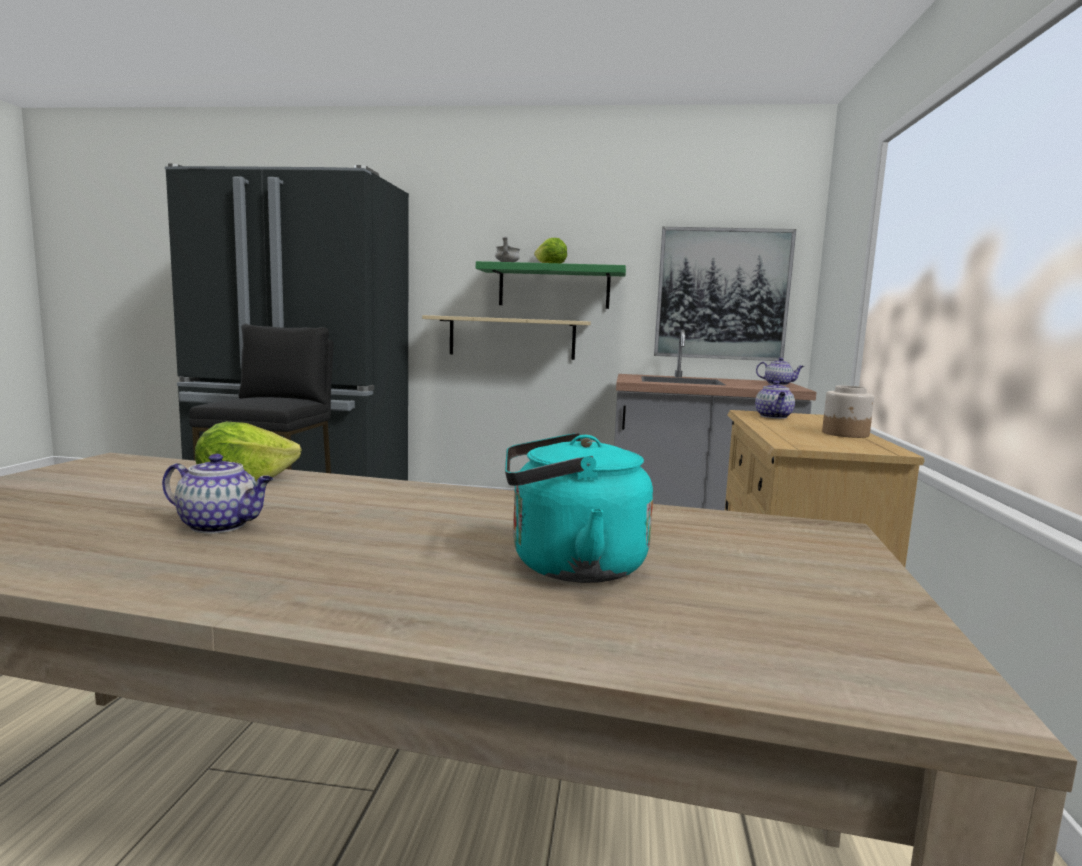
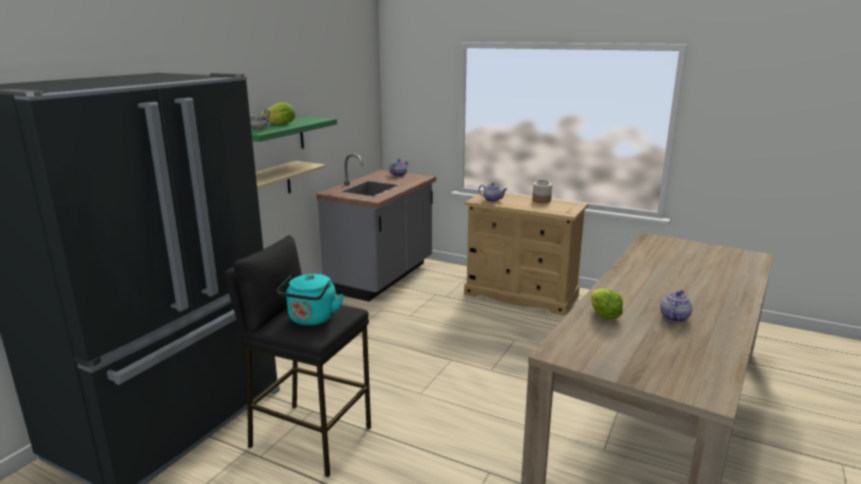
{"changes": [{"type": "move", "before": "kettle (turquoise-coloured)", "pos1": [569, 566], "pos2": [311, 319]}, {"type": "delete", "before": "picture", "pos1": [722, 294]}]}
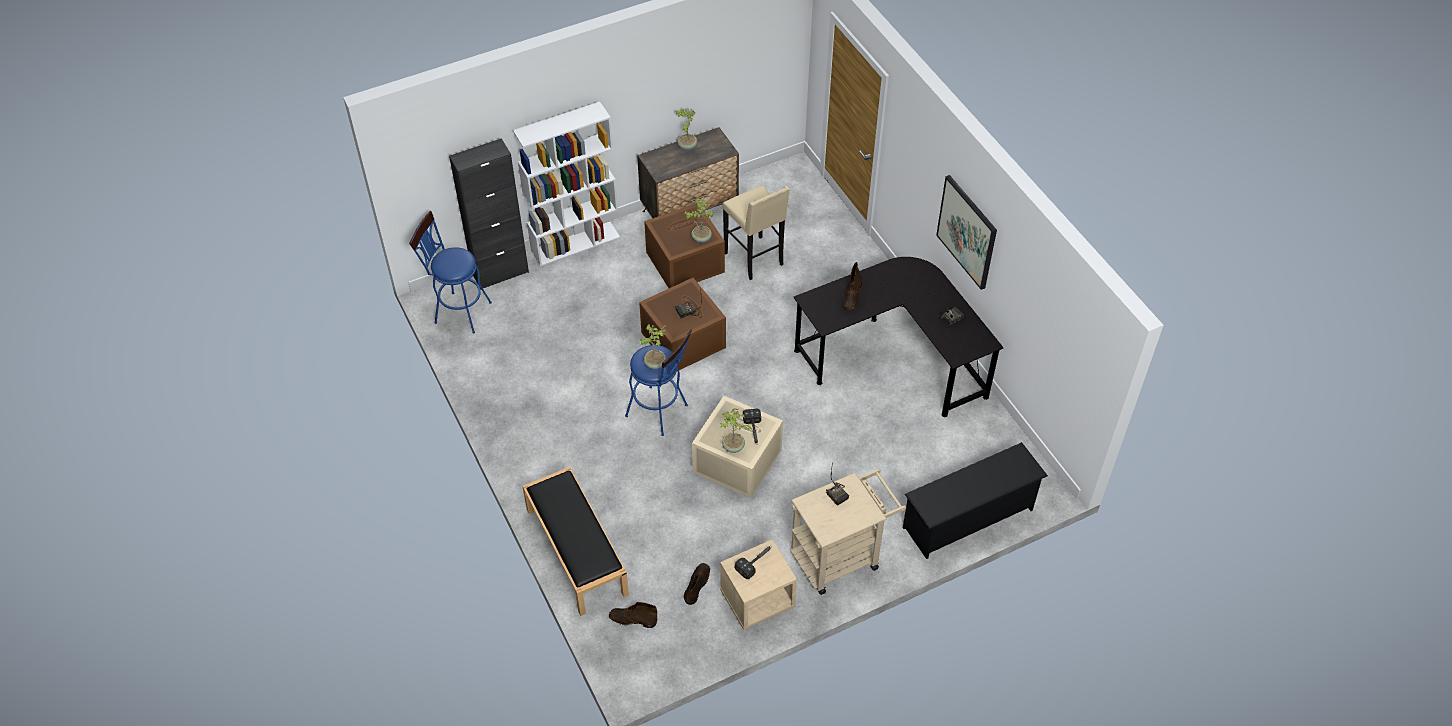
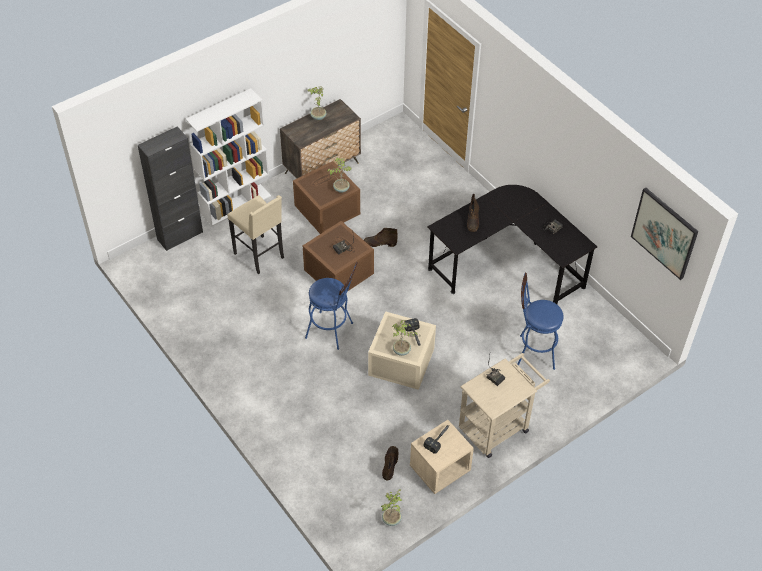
{"changes": [{"type": "move", "before": "stool (blue-coloured)", "pos1": [458, 311], "pos2": [532, 351]}, {"type": "delete", "before": "indoor bench (black-coloured)", "pos1": [575, 551]}, {"type": "move", "before": "tall boot (brownish)", "pos1": [632, 619], "pos2": [379, 243]}, {"type": "move", "before": "houseplant", "pos1": [655, 364], "pos2": [392, 520]}, {"type": "move", "before": "stool (beige)", "pos1": [755, 259], "pos2": [260, 256]}, {"type": "delete", "before": "shoe stand (black-coloured)", "pos1": [968, 518]}, {"type": "move", "before": "picture", "pos1": [967, 231], "pos2": [664, 233]}]}
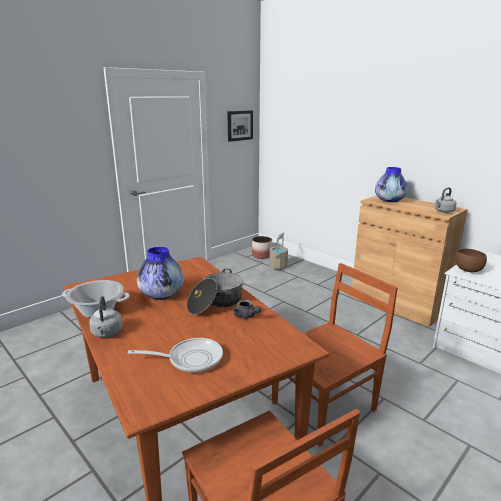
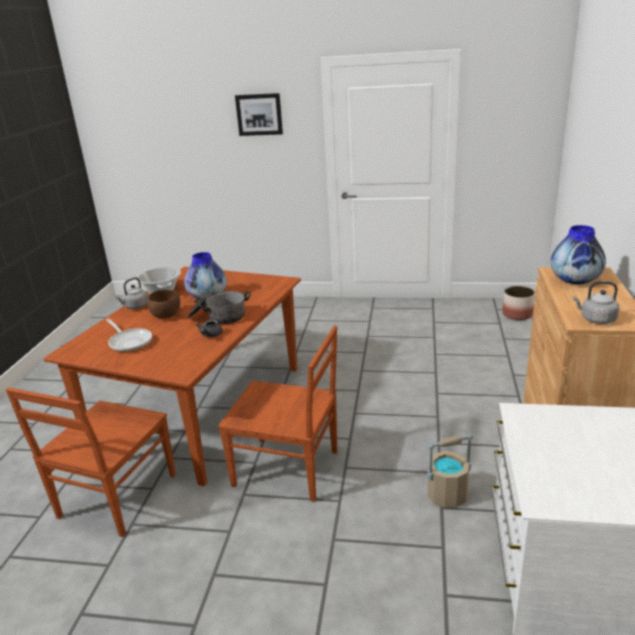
{"changes": [{"type": "move", "before": "picture", "pos1": [239, 125], "pos2": [259, 114]}, {"type": "move", "before": "water bucket (beige)", "pos1": [278, 266], "pos2": [446, 495]}, {"type": "move", "before": "serving bowl (brownish)", "pos1": [468, 270], "pos2": [167, 315]}]}
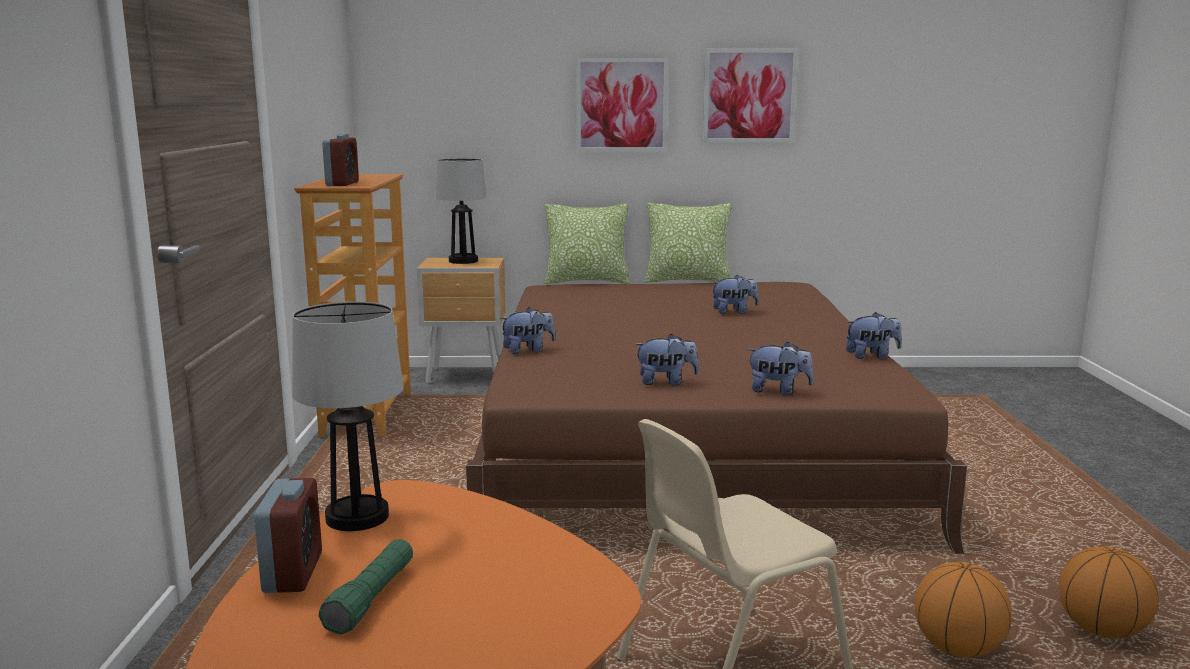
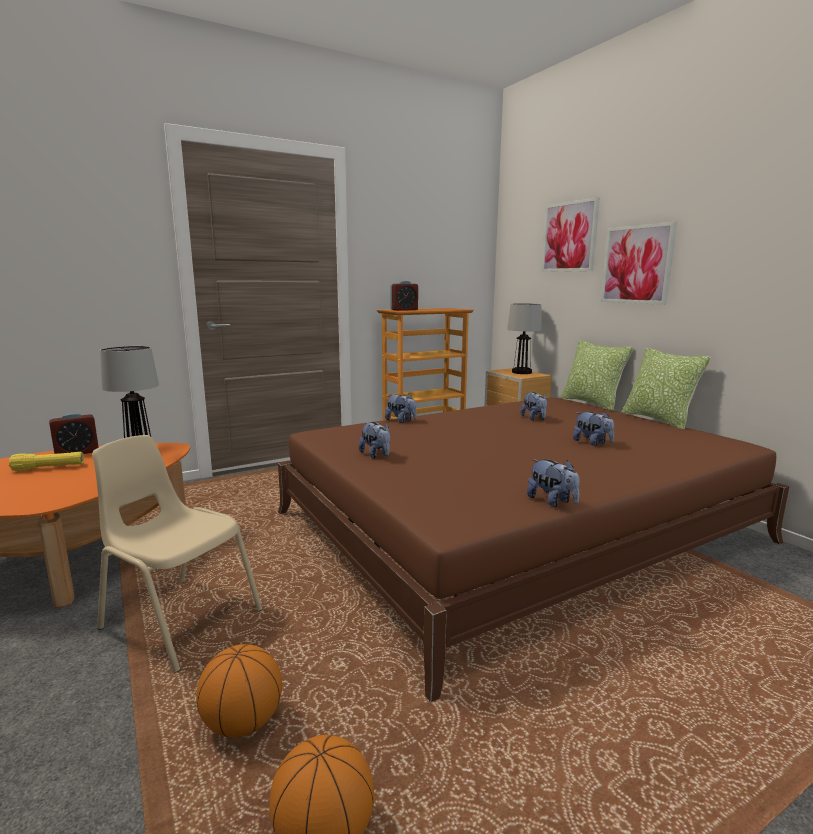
{"changes": [{"type": "recolor", "before": "hand torch (green)", "after": "hand torch (yellow-coloured)", "pos1": [371, 598], "pos2": [49, 468]}, {"type": "move", "before": "picture", "pos1": [749, 96], "pos2": [569, 237]}, {"type": "move", "before": "cuddly toy", "pos1": [778, 391], "pos2": [534, 418]}]}
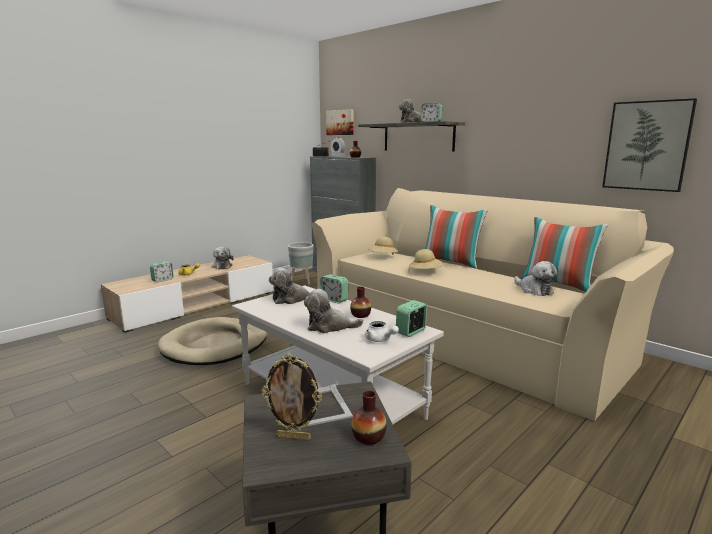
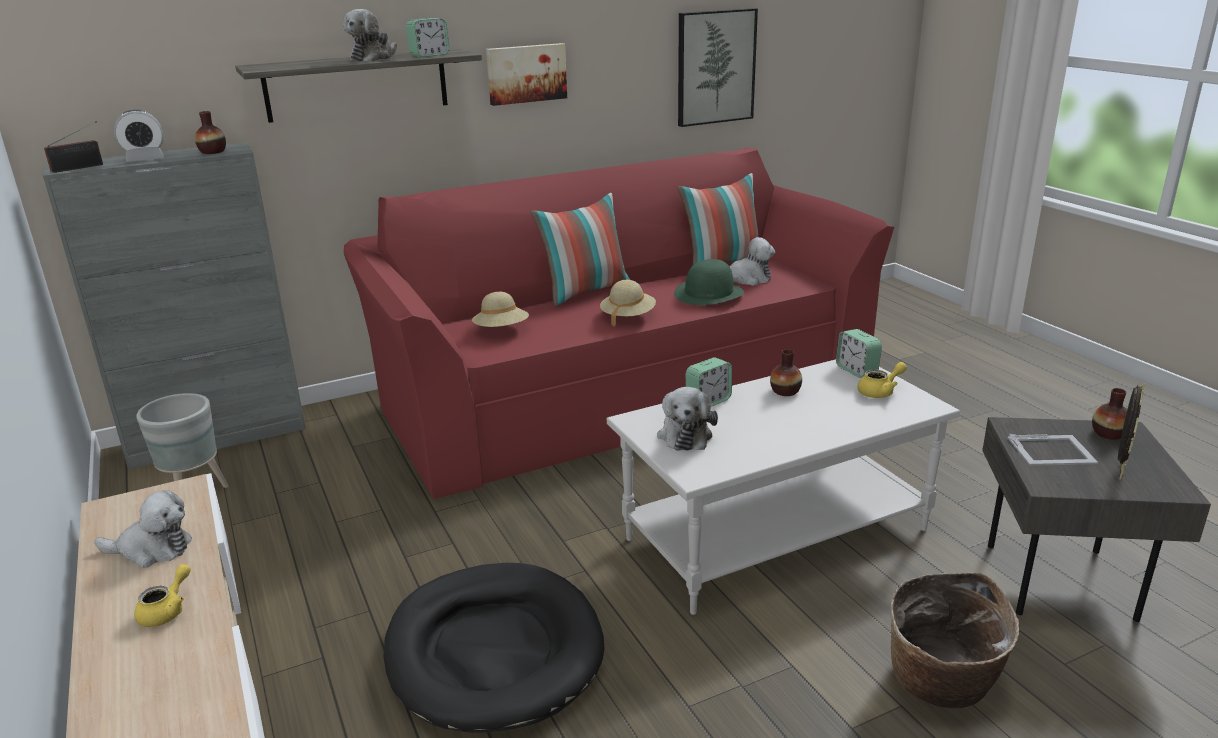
{"changes": [{"type": "delete", "before": "table clock", "pos1": [162, 280]}, {"type": "recolor", "before": "dog bed (beige)", "after": "dog bed (black-coloured)", "pos1": [215, 345], "pos2": [494, 650]}, {"type": "delete", "before": "cuddly toy", "pos1": [329, 326]}, {"type": "recolor", "before": "sofa (beige)", "after": "sofa (red-coloured)", "pos1": [466, 333], "pos2": [619, 387]}, {"type": "move", "before": "picture", "pos1": [340, 122], "pos2": [526, 73]}, {"type": "recolor", "before": "pot for tea (white)", "after": "pot for tea (yellow-coloured)", "pos1": [380, 340], "pos2": [880, 392]}, {"type": "insert", "after": "wearable hat (green)", "pos2": [709, 293]}, {"type": "insert", "after": "basket", "pos2": [941, 685]}]}
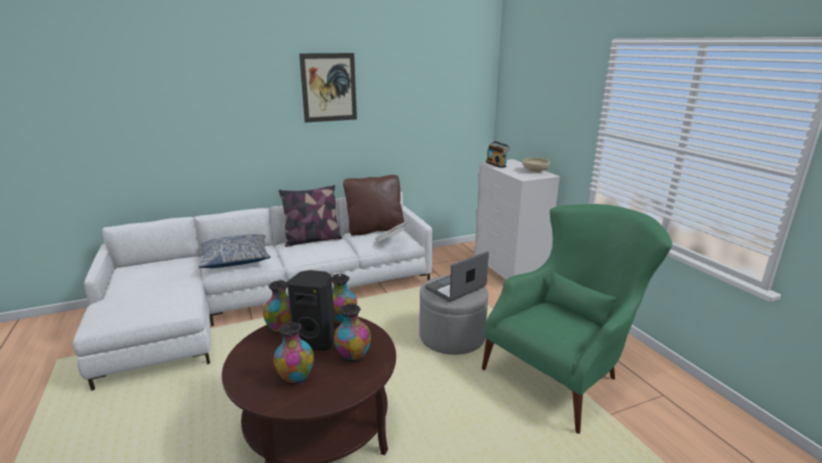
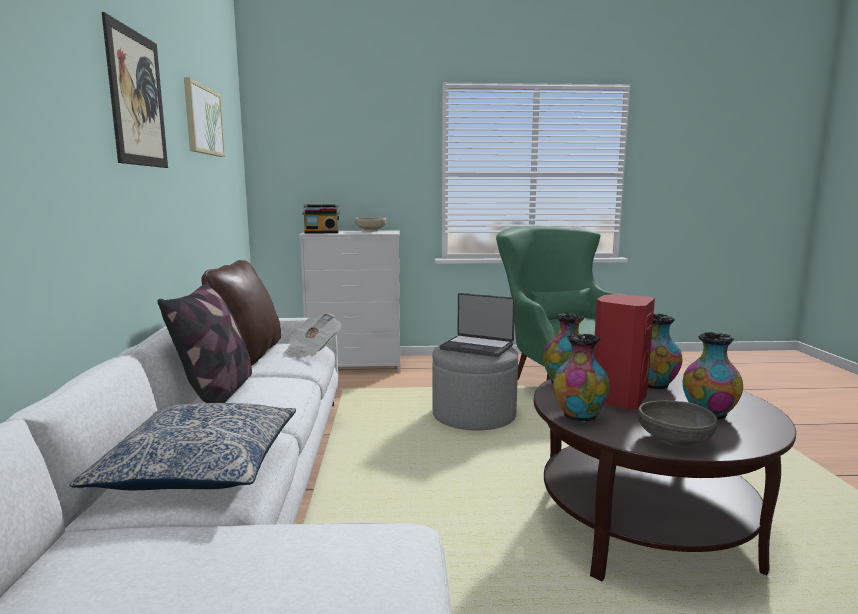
{"changes": [{"type": "recolor", "before": "speaker (black-coloured)", "after": "speaker (red-coloured)", "pos1": [316, 341], "pos2": [617, 399]}, {"type": "rotate", "before": "laptop", "pos1": [456, 288], "pos2": [477, 347], "turn": -45}, {"type": "insert", "after": "picture", "pos2": [203, 120]}, {"type": "insert", "after": "serving bowl (gray)", "pos2": [674, 440]}]}
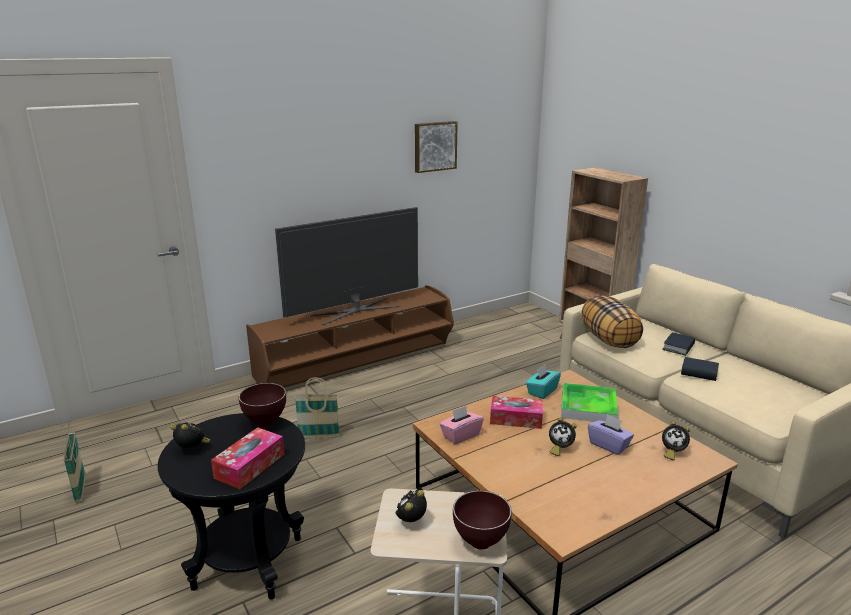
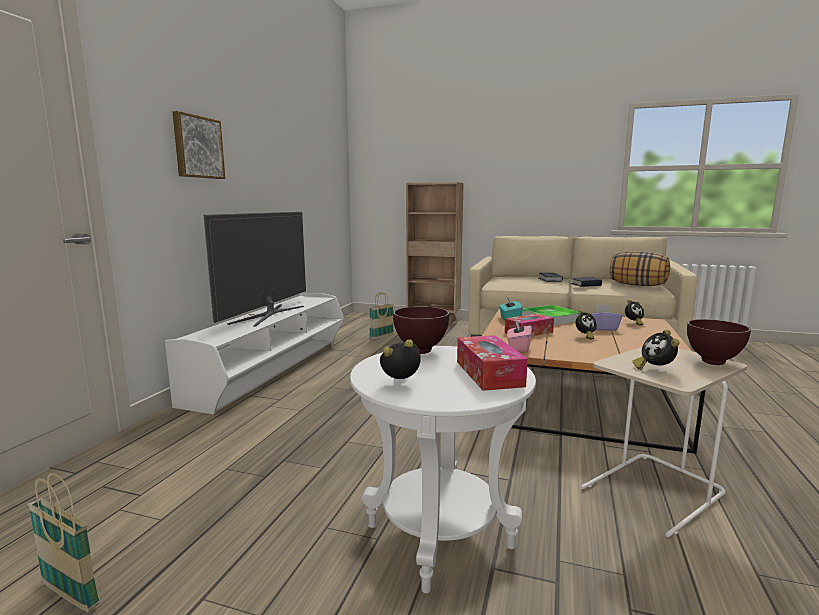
{"changes": [{"type": "recolor", "before": "side table (black-coloured)", "after": "side table (white)", "pos1": [248, 563], "pos2": [439, 537]}, {"type": "recolor", "before": "media console (brownish)", "after": "media console (white)", "pos1": [357, 361], "pos2": [274, 370]}, {"type": "move", "before": "basket", "pos1": [319, 436], "pos2": [381, 337]}, {"type": "move", "before": "picture", "pos1": [434, 146], "pos2": [197, 147]}, {"type": "move", "before": "pillow", "pos1": [609, 340], "pos2": [637, 285]}]}
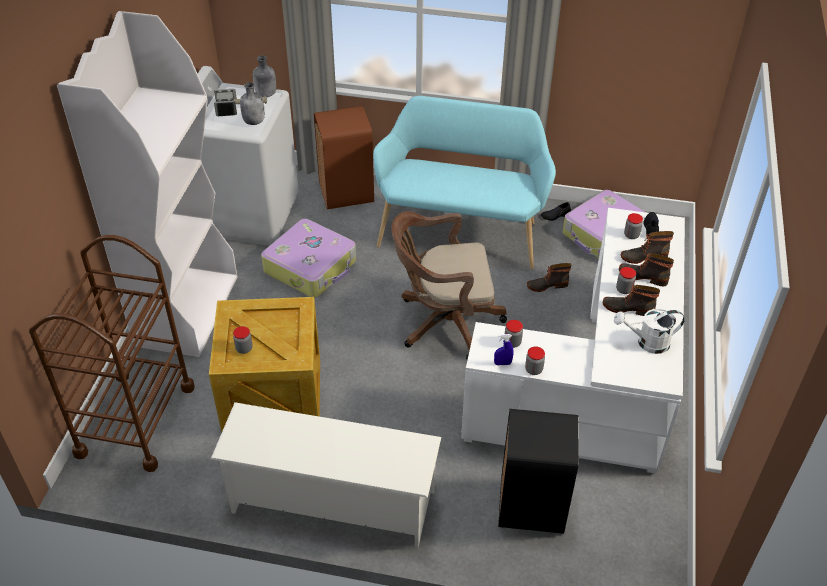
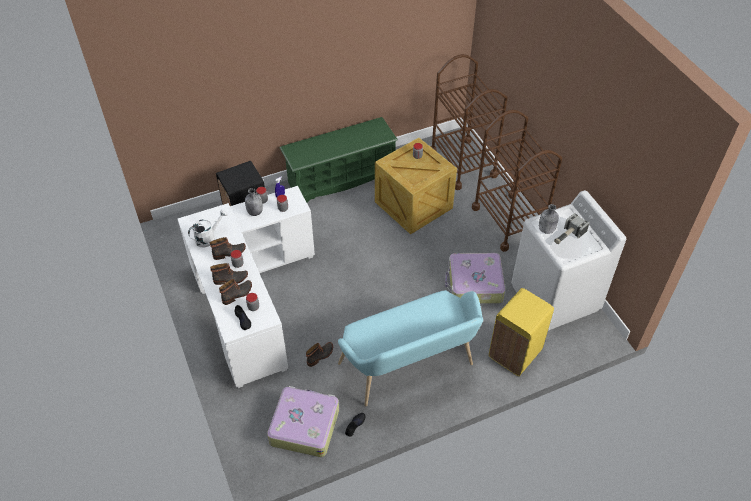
{"changes": [{"type": "replace", "before": "bookcase (white)", "after": "wheeled cart (brownish)", "pos1": [187, 310], "pos2": [508, 221]}, {"type": "recolor", "before": "shoe stand (white)", "after": "shoe stand (green)", "pos1": [331, 502], "pos2": [340, 179]}, {"type": "move", "before": "bottle (gray)", "pos1": [266, 94], "pos2": [255, 212]}, {"type": "recolor", "before": "trash can (brownish)", "after": "trash can (yellow-coloured)", "pos1": [347, 194], "pos2": [514, 353]}, {"type": "delete", "before": "computer chair (brownish)", "pos1": [444, 323]}]}
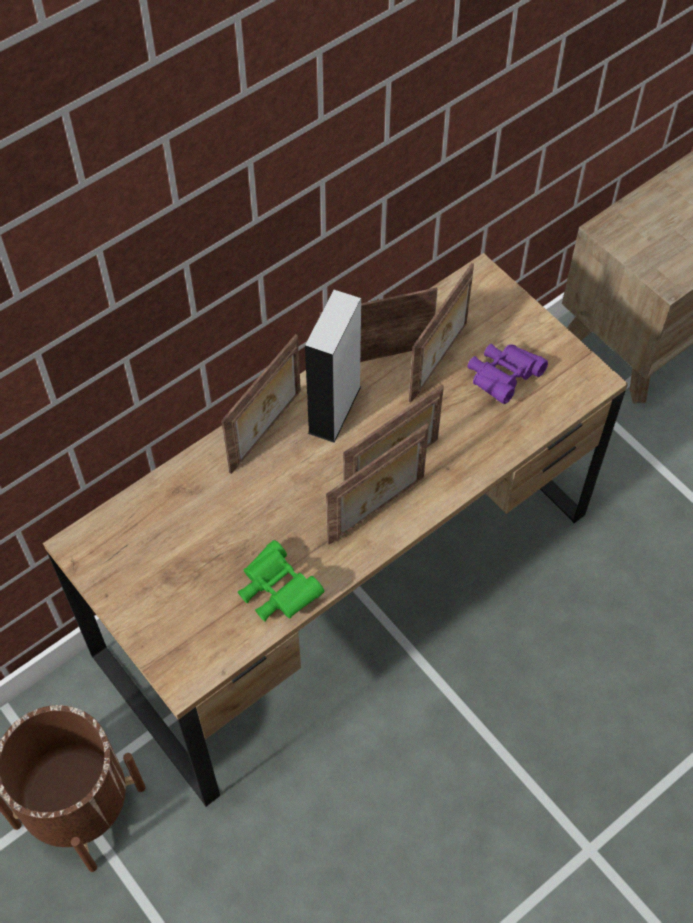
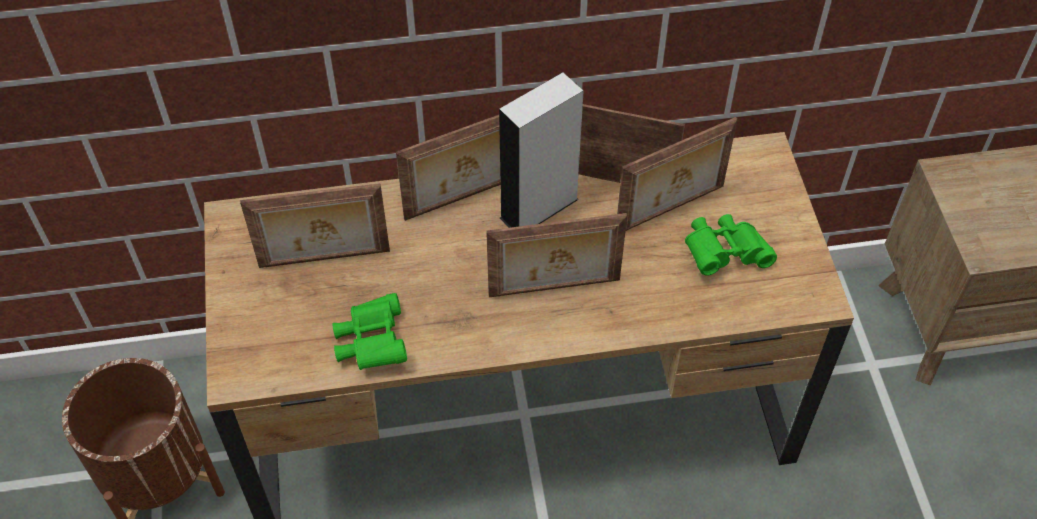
{"changes": [{"type": "move", "before": "photo frame", "pos1": [377, 511], "pos2": [324, 260]}, {"type": "recolor", "before": "field glasses (purplish)", "after": "field glasses (green)", "pos1": [503, 378], "pos2": [724, 254]}]}
